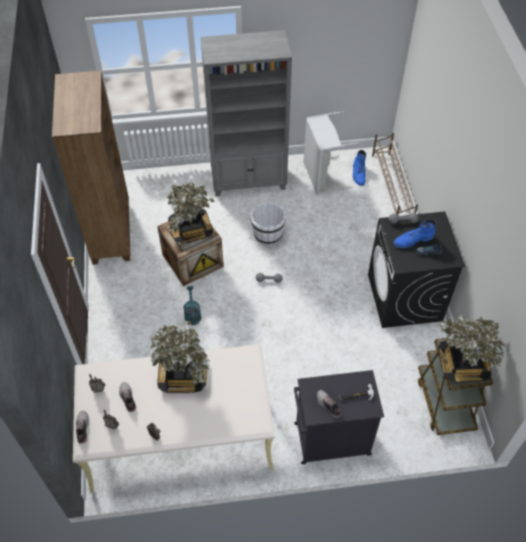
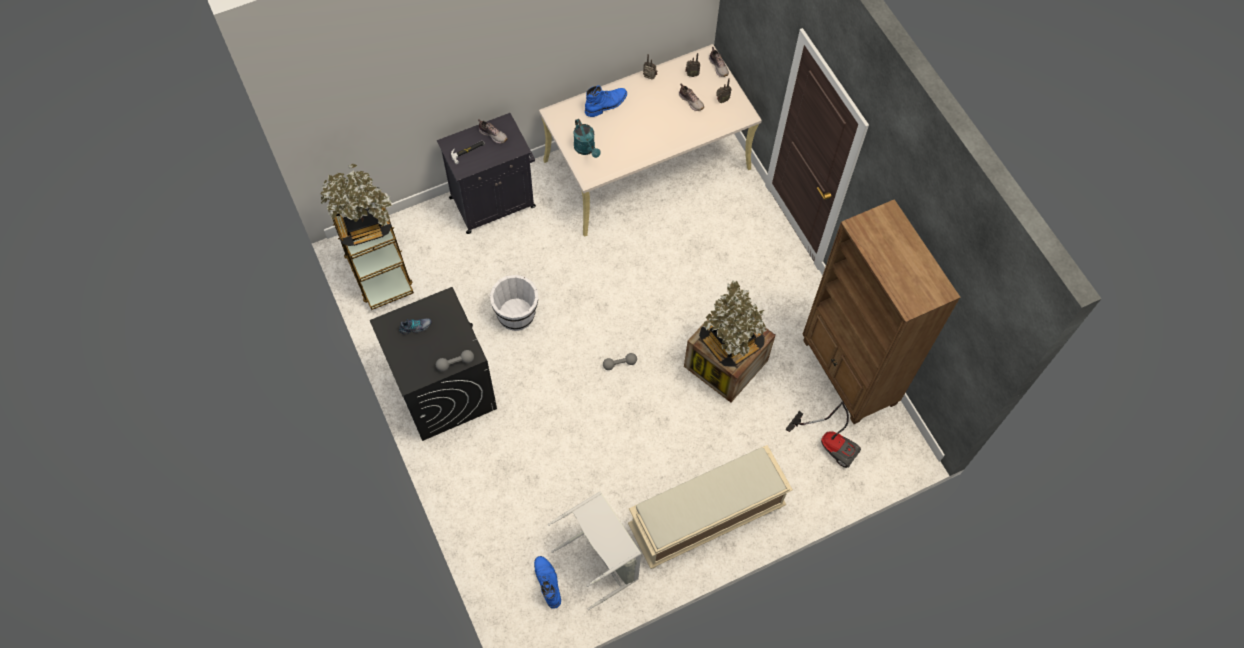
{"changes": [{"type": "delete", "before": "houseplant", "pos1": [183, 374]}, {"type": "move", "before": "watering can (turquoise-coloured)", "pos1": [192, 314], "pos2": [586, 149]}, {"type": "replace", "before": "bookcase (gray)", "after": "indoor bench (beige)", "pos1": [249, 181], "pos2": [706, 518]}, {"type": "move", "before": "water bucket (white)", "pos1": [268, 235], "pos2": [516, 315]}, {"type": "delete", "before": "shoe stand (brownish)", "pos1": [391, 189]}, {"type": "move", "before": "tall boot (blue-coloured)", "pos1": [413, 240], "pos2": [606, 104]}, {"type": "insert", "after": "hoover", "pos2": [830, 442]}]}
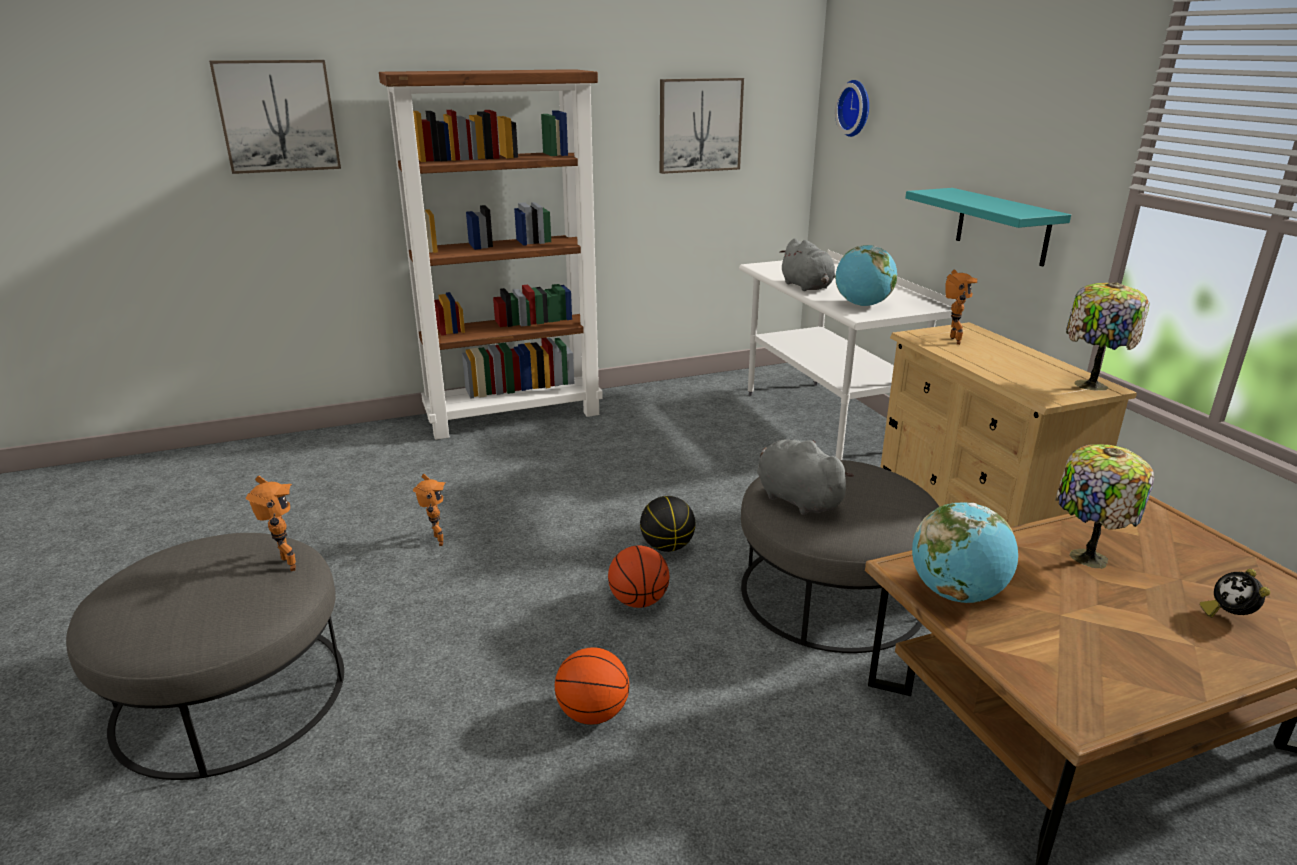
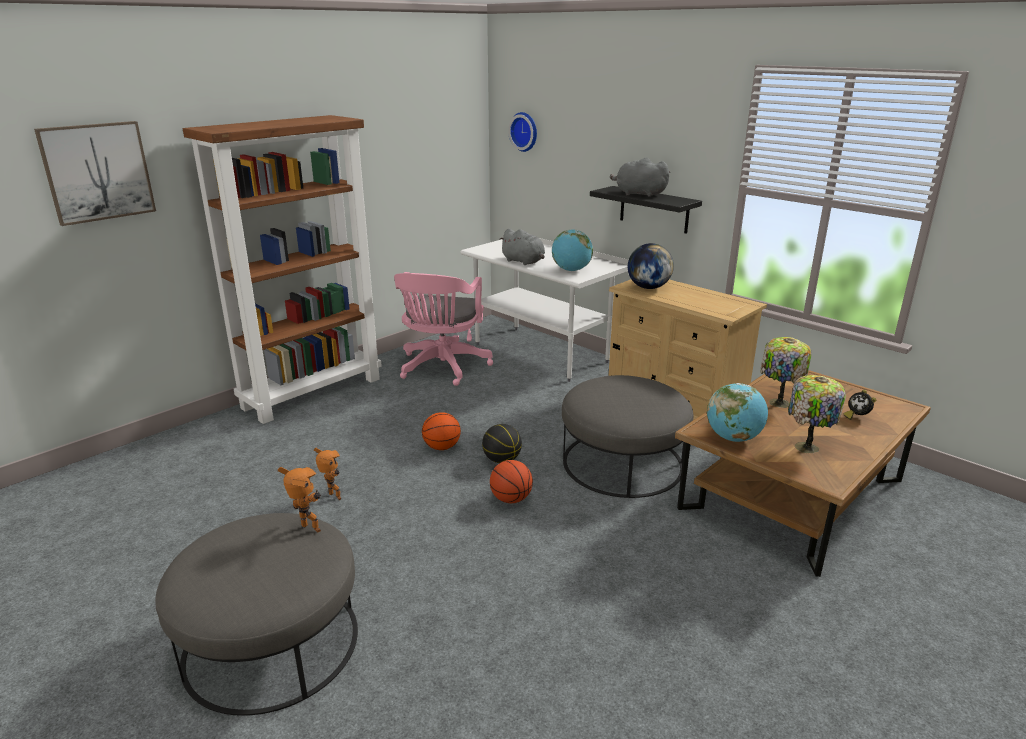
{"changes": [{"type": "move", "before": "basketball", "pos1": [592, 713], "pos2": [441, 447]}, {"type": "delete", "before": "picture", "pos1": [700, 125]}, {"type": "move", "before": "cuddly toy (gray)", "pos1": [796, 499], "pos2": [638, 194]}, {"type": "recolor", "before": "shelf (turquoise-coloured)", "after": "shelf (black-coloured)", "pos1": [1002, 226], "pos2": [654, 209]}, {"type": "replace", "before": "toy robot", "after": "world globe", "pos1": [952, 341], "pos2": [648, 287]}, {"type": "move", "before": "tabletop lamp", "pos1": [1089, 385], "pos2": [806, 448]}, {"type": "insert", "after": "computer chair (pink-coloured)", "pos2": [442, 368]}]}
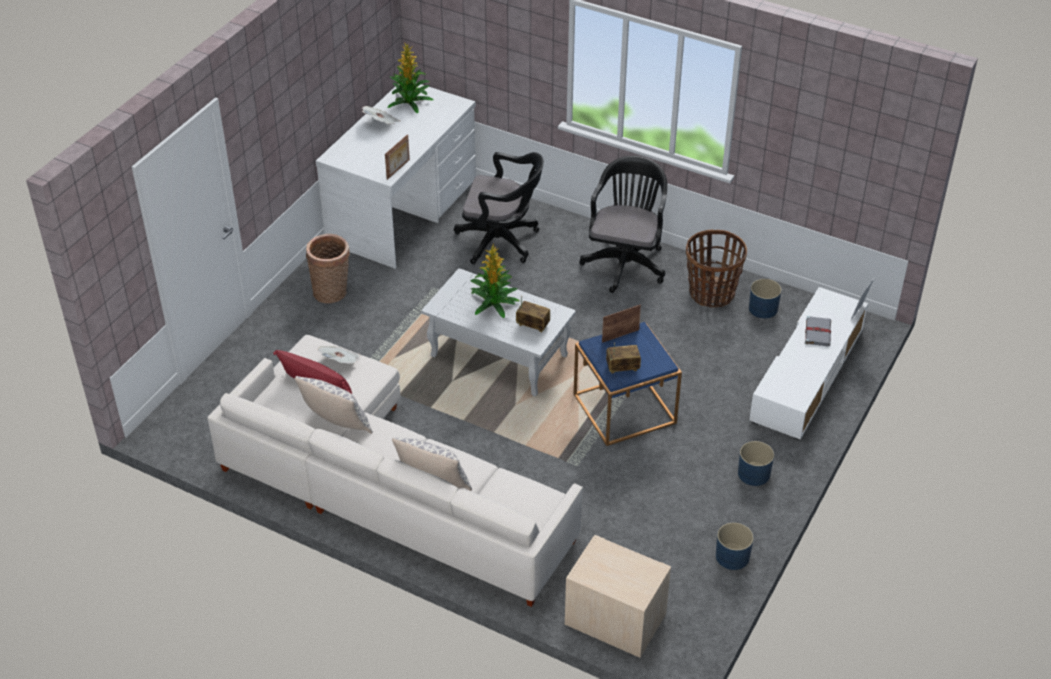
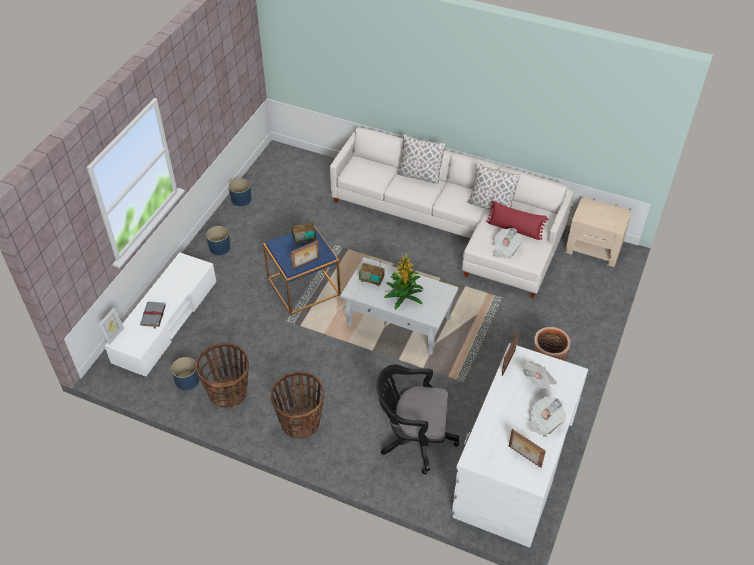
{"changes": [{"type": "replace", "before": "houseplant", "after": "photo frame", "pos1": [410, 102], "pos2": [524, 457]}, {"type": "move", "before": "night table (beige)", "pos1": [615, 618], "pos2": [594, 247]}, {"type": "replace", "before": "computer chair (black-coloured)", "after": "basket", "pos1": [625, 262], "pos2": [300, 422]}, {"type": "insert", "after": "newspaper", "pos2": [538, 381]}]}
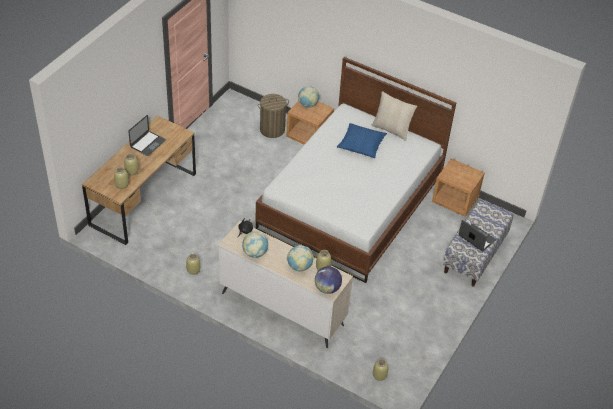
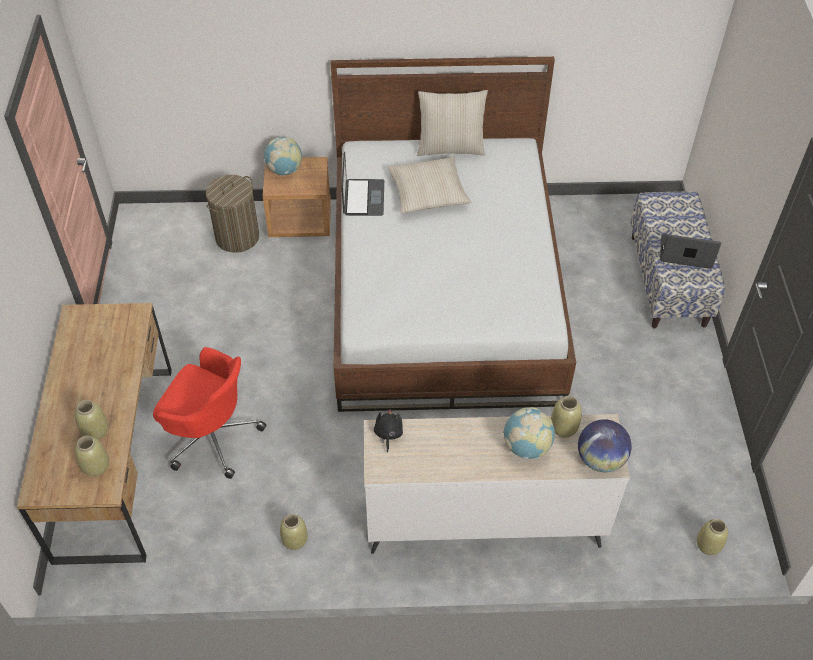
{"changes": [{"type": "move", "before": "laptop", "pos1": [148, 143], "pos2": [363, 197]}, {"type": "delete", "before": "world globe", "pos1": [255, 253]}, {"type": "recolor", "before": "pillow (blue-coloured)", "after": "pillow (beige)", "pos1": [361, 144], "pos2": [428, 192]}, {"type": "delete", "before": "night table (brownish)", "pos1": [455, 201]}, {"type": "insert", "after": "computer chair (red-coloured)", "pos2": [211, 436]}]}
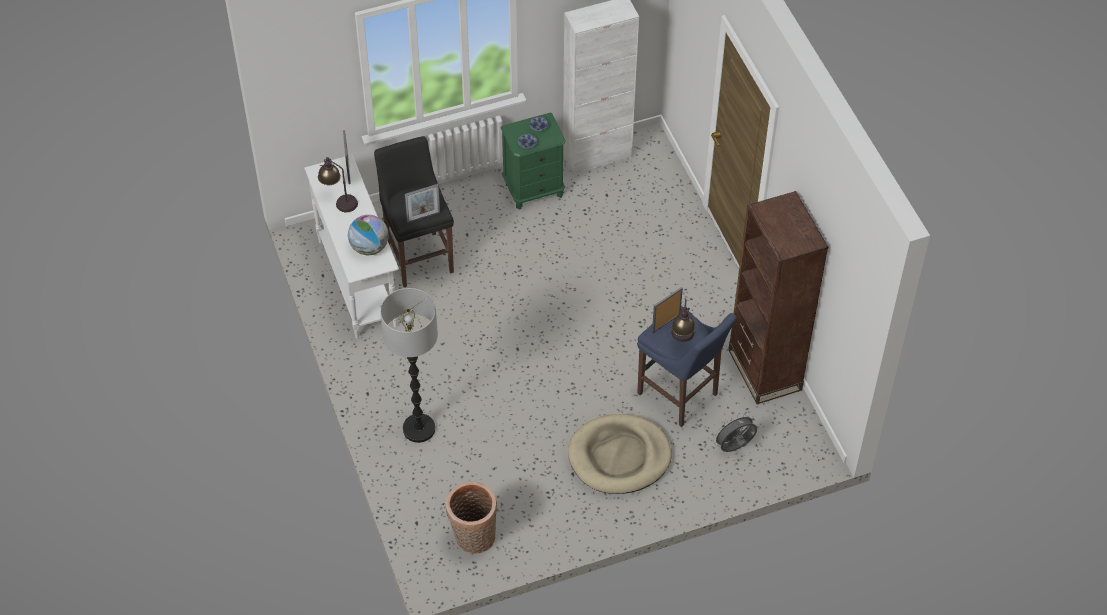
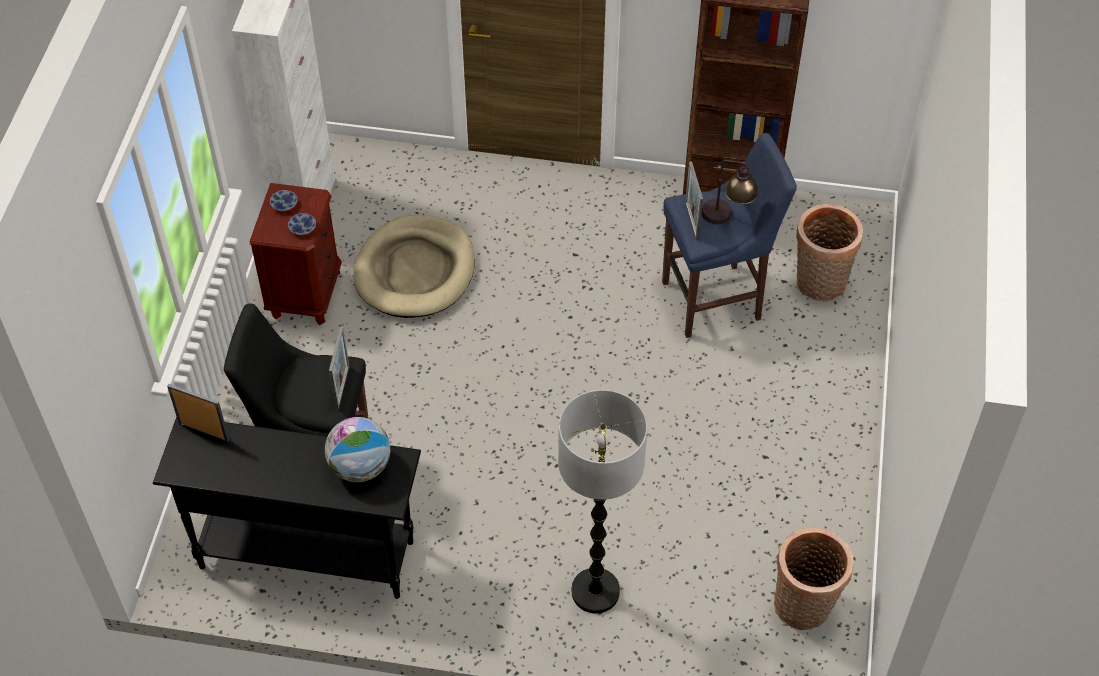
{"changes": [{"type": "recolor", "before": "console table (white)", "after": "console table (black-coloured)", "pos1": [357, 282], "pos2": [306, 554]}, {"type": "delete", "before": "tabletop lamp", "pos1": [339, 201]}, {"type": "recolor", "before": "night table (green)", "after": "night table (brownish)", "pos1": [534, 189], "pos2": [305, 294]}, {"type": "move", "before": "dog bed (beige)", "pos1": [619, 457], "pos2": [415, 271]}, {"type": "replace", "before": "electric fan (gray)", "after": "basket", "pos1": [734, 447], "pos2": [819, 285]}]}
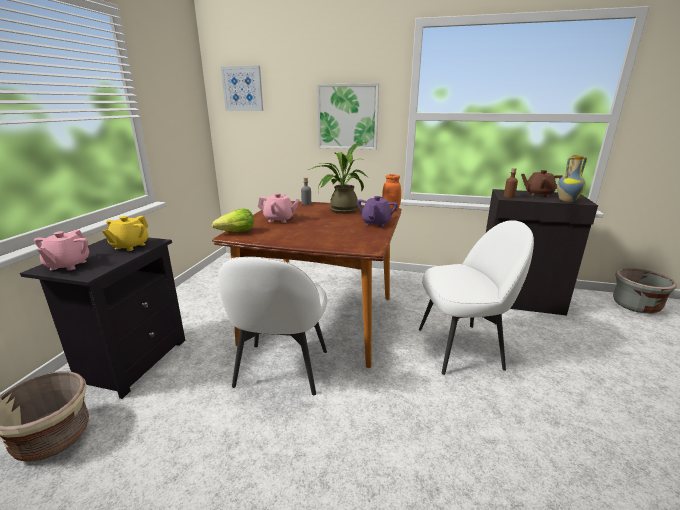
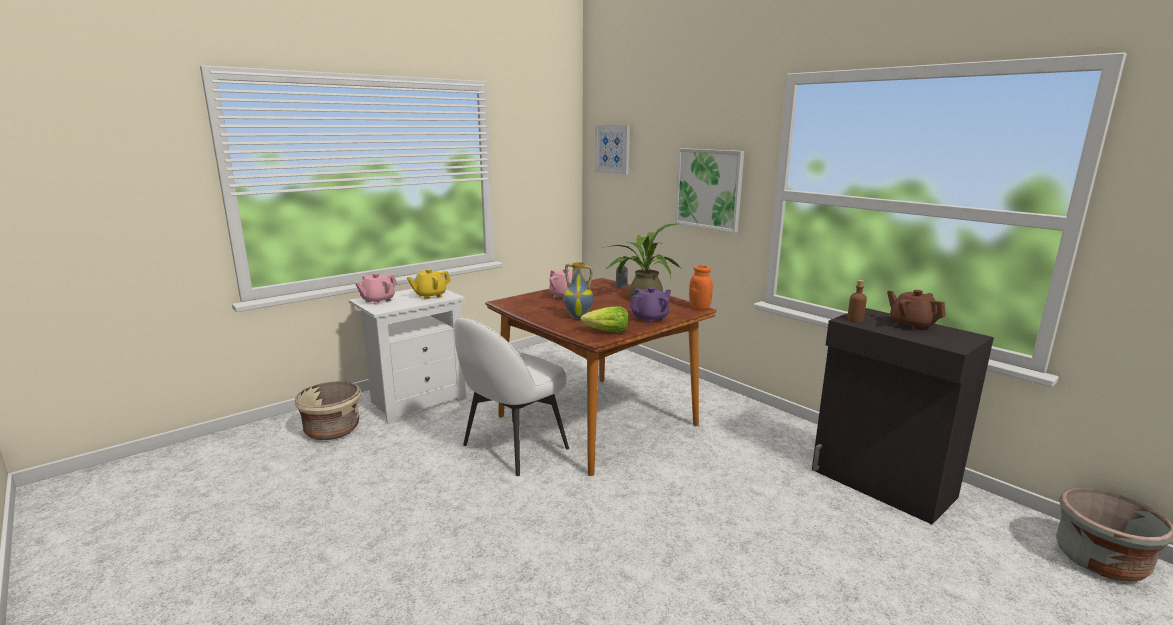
{"changes": [{"type": "recolor", "before": "night table (black-coloured)", "after": "night table (white)", "pos1": [132, 361], "pos2": [416, 400]}, {"type": "move", "before": "head of lettuce", "pos1": [236, 232], "pos2": [607, 332]}, {"type": "delete", "before": "upright chair (white)", "pos1": [461, 347]}, {"type": "move", "before": "vase", "pos1": [566, 200], "pos2": [579, 316]}]}
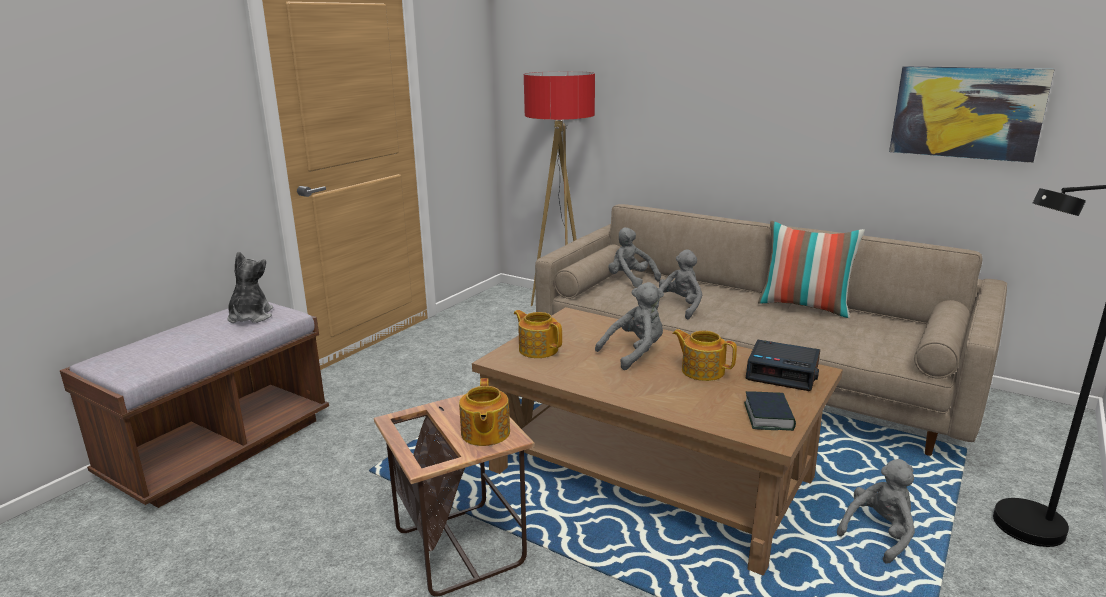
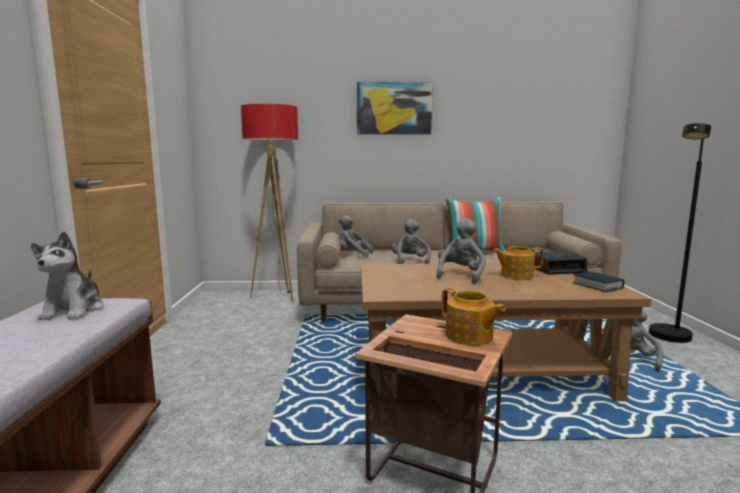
{"changes": [{"type": "rotate", "before": "cuddly toy", "pos1": [250, 317], "pos2": [74, 310], "turn": -150}, {"type": "delete", "before": "pot for tea", "pos1": [538, 349]}, {"type": "move", "before": "picture", "pos1": [966, 112], "pos2": [394, 108]}]}
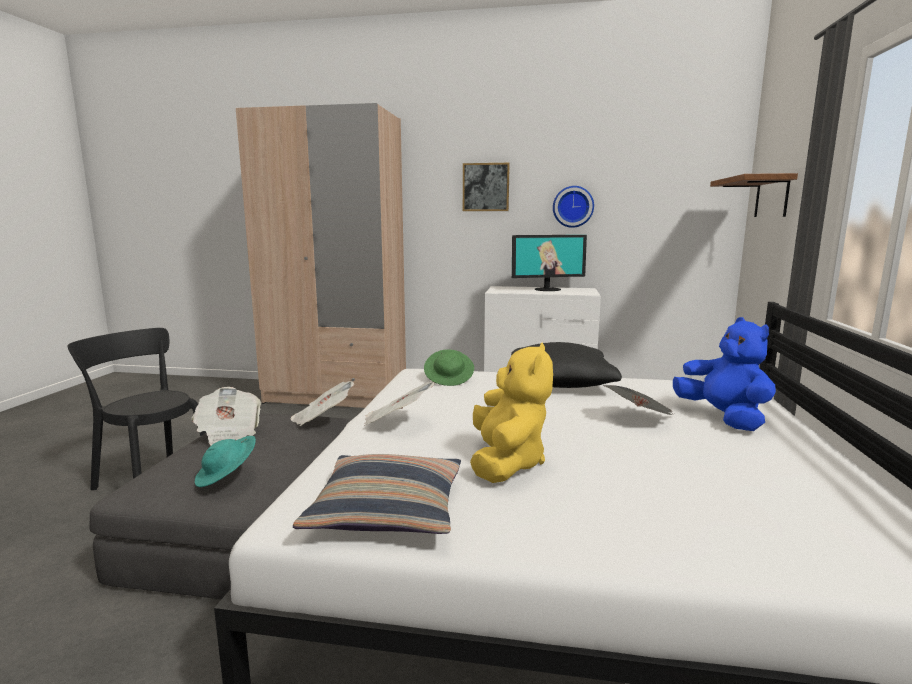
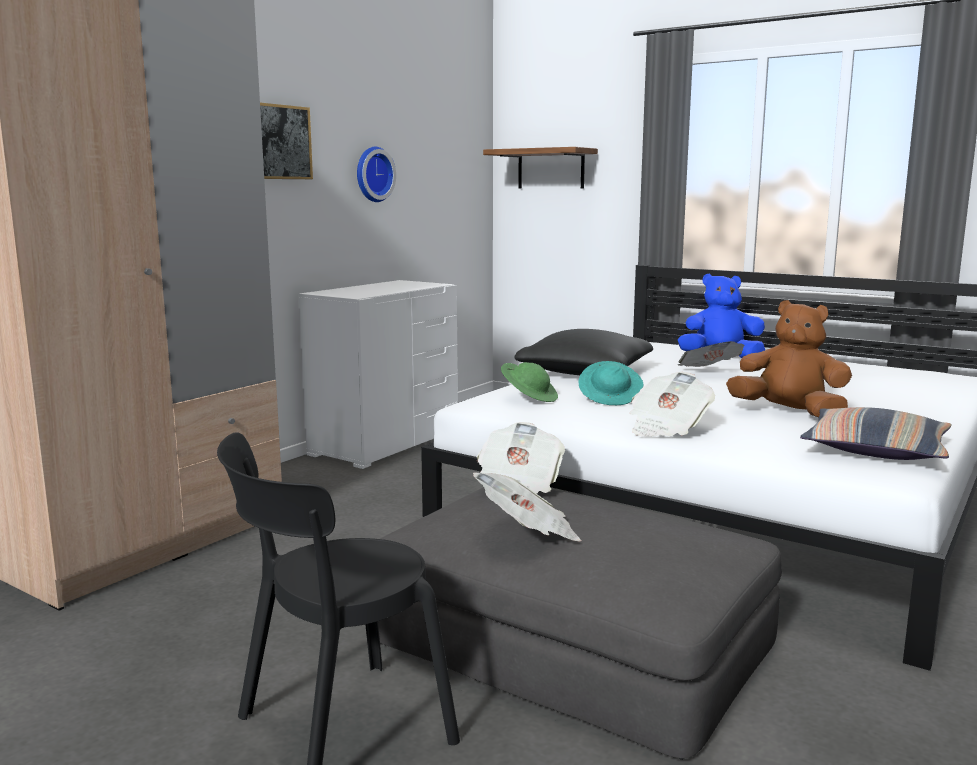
{"changes": [{"type": "move", "before": "wearable hat (turquoise-coloured)", "pos1": [227, 476], "pos2": [610, 398]}, {"type": "recolor", "before": "cuddly toy (yellow-coloured)", "after": "cuddly toy (brownish)", "pos1": [506, 463], "pos2": [789, 413]}, {"type": "delete", "before": "monitor", "pos1": [547, 289]}]}
